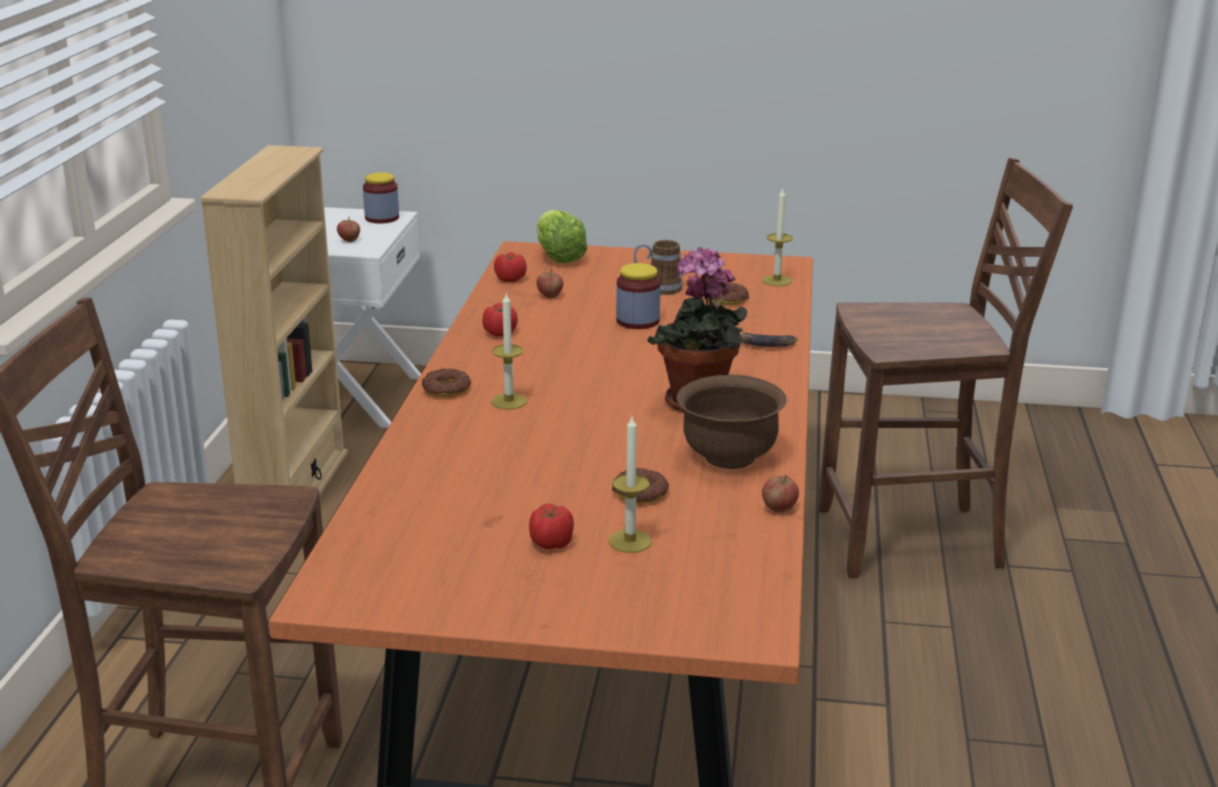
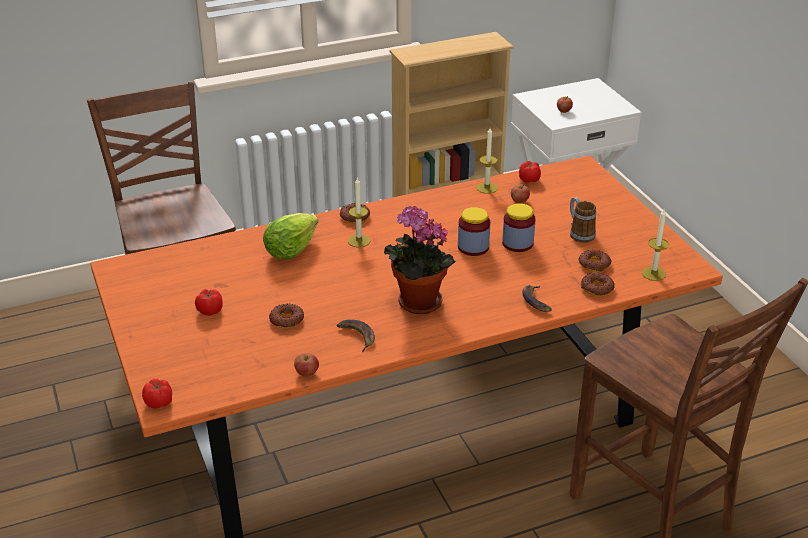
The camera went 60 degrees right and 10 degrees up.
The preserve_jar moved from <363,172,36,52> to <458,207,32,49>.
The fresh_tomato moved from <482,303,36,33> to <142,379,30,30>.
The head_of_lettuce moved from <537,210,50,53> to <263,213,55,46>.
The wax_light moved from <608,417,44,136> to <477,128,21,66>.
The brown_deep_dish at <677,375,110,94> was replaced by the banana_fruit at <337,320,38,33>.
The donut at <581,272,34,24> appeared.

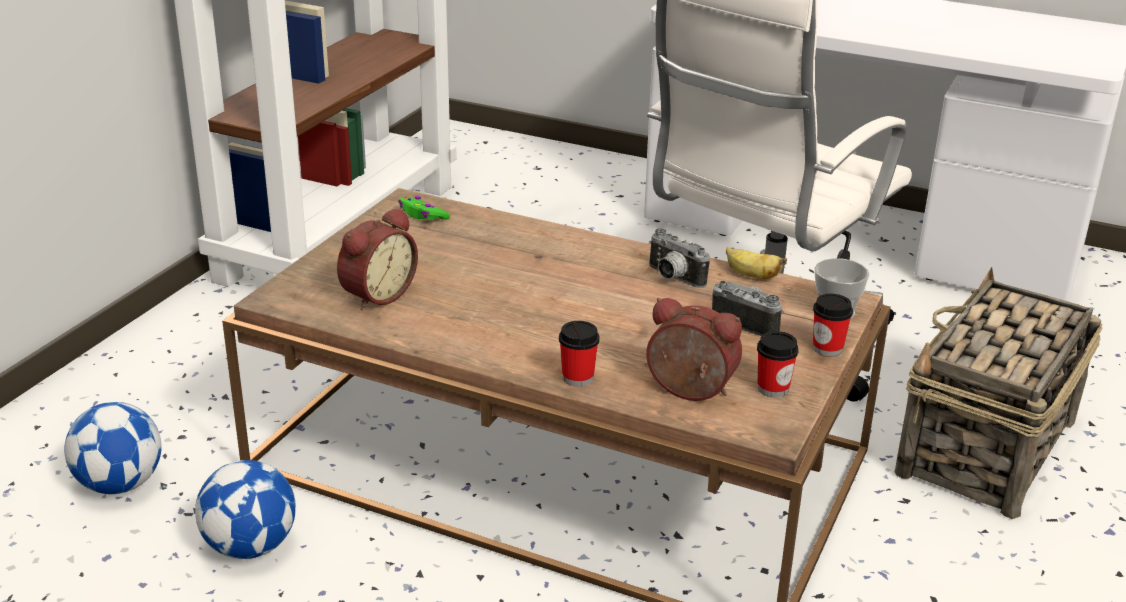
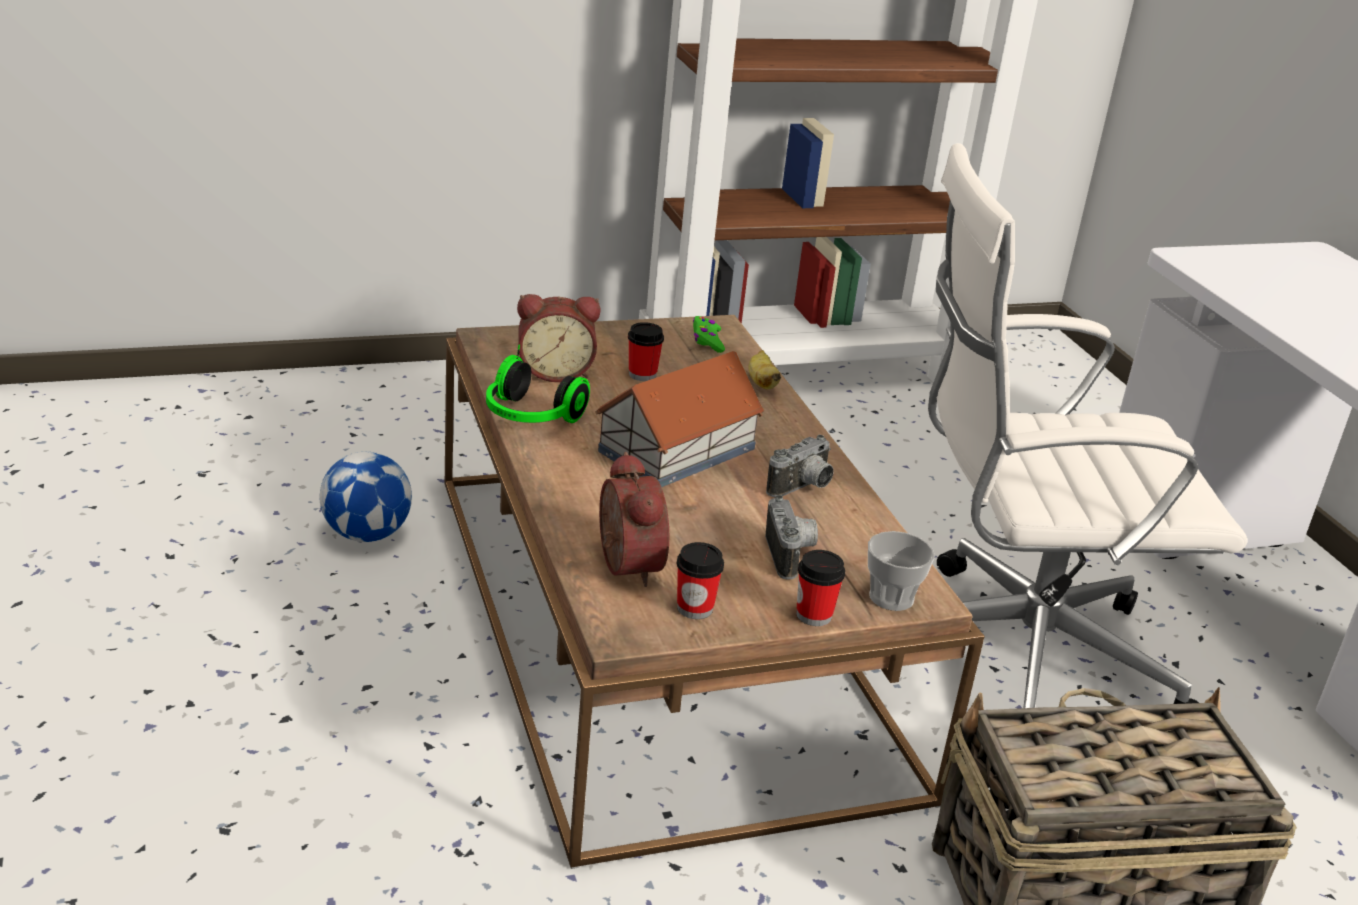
The camera went 45 degrees right and 0 degrees up.
The football at <64,402,98,92> disappeared.
The small_cup moved from <559,321,41,66> to <628,322,36,59>.
The still_camera at <649,228,61,60> turned 135 degrees counterclockwise.
The banana_fruit moved from <726,247,61,32> to <749,350,32,40>.
The headset at <486,344,104,79> appeared.
The toy_house at <595,351,170,137> appeared.

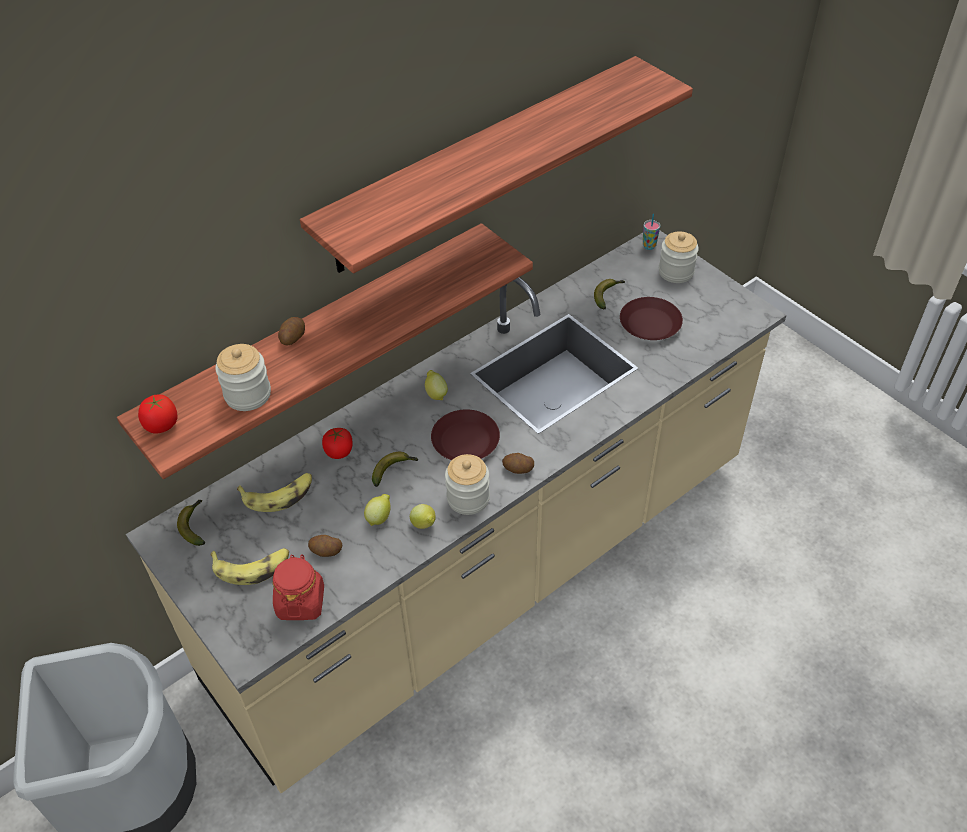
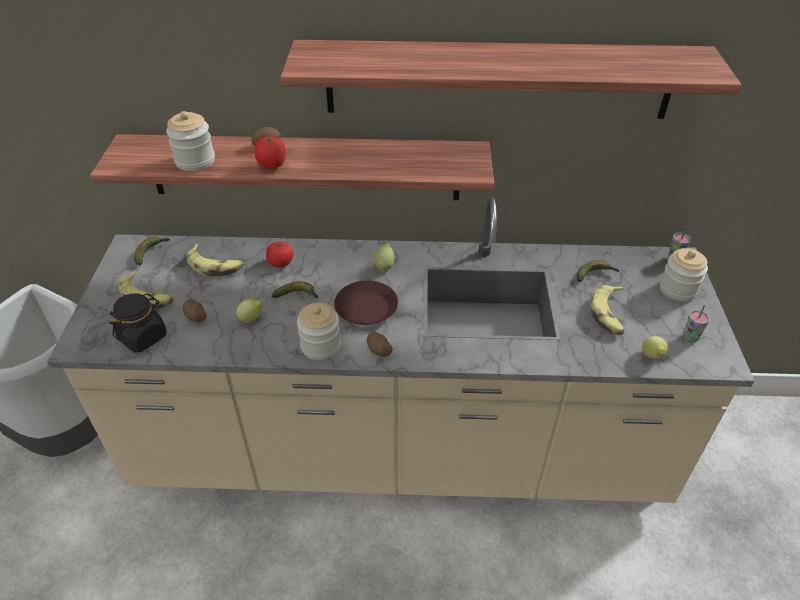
The camera went 40 degrees right and 5 degrees down.
The fresh_tomato moved from <138,395,40,39> to <255,136,31,33>.
The red_preserve_jar at <273,554,51,66> became the blackish_preserve_jar at <109,293,58,59>.
The whole_lemon moved from <410,504,26,25> to <642,336,26,23>.
The brown_flat_dish at <620,297,63,43> was replaced by the banana_fruit at <591,285,33,50>.
The small_cup at <683,305,27,38> appeared.

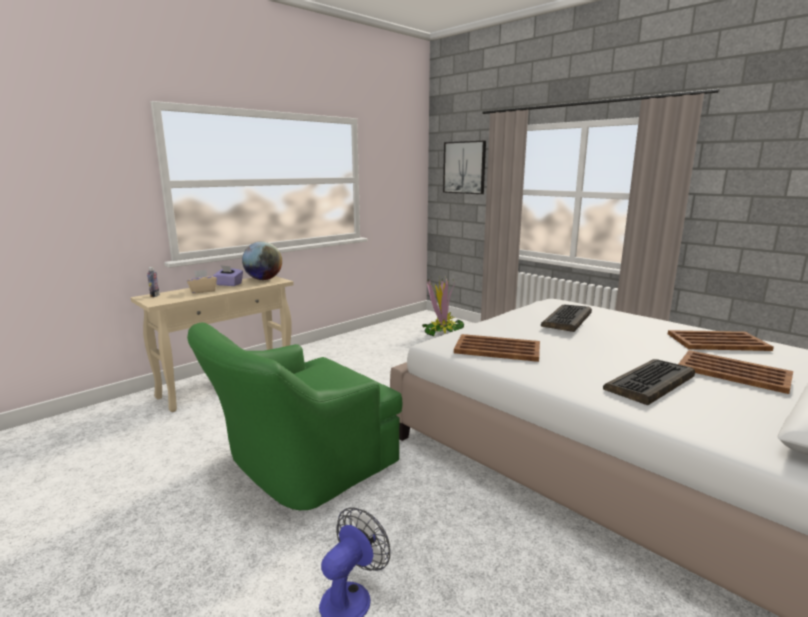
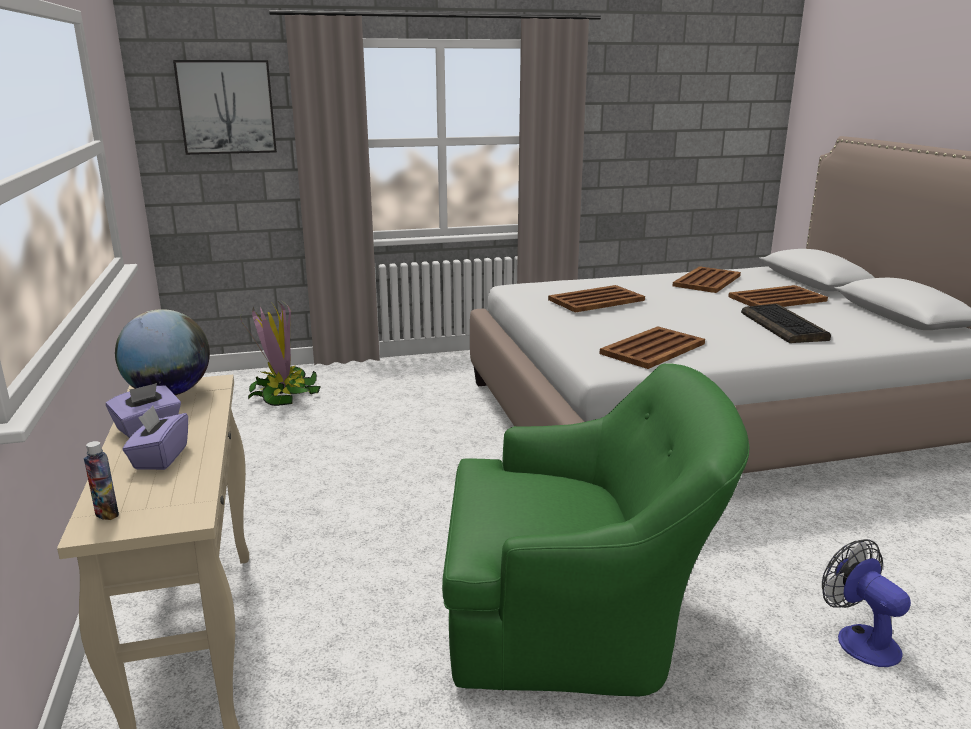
The camera went 60 degrees left and 5 degrees up.
The beige_box_of_tissues at <187,270,30,23> became the purplish_box_of_tissues at <123,406,65,64>.
The green-coloured_lounge_chair at <187,323,215,187> turned 75 degrees counterclockwise.
The PC_keyboard at <541,304,51,28> was replaced by the brown_tray at <548,285,97,28>.

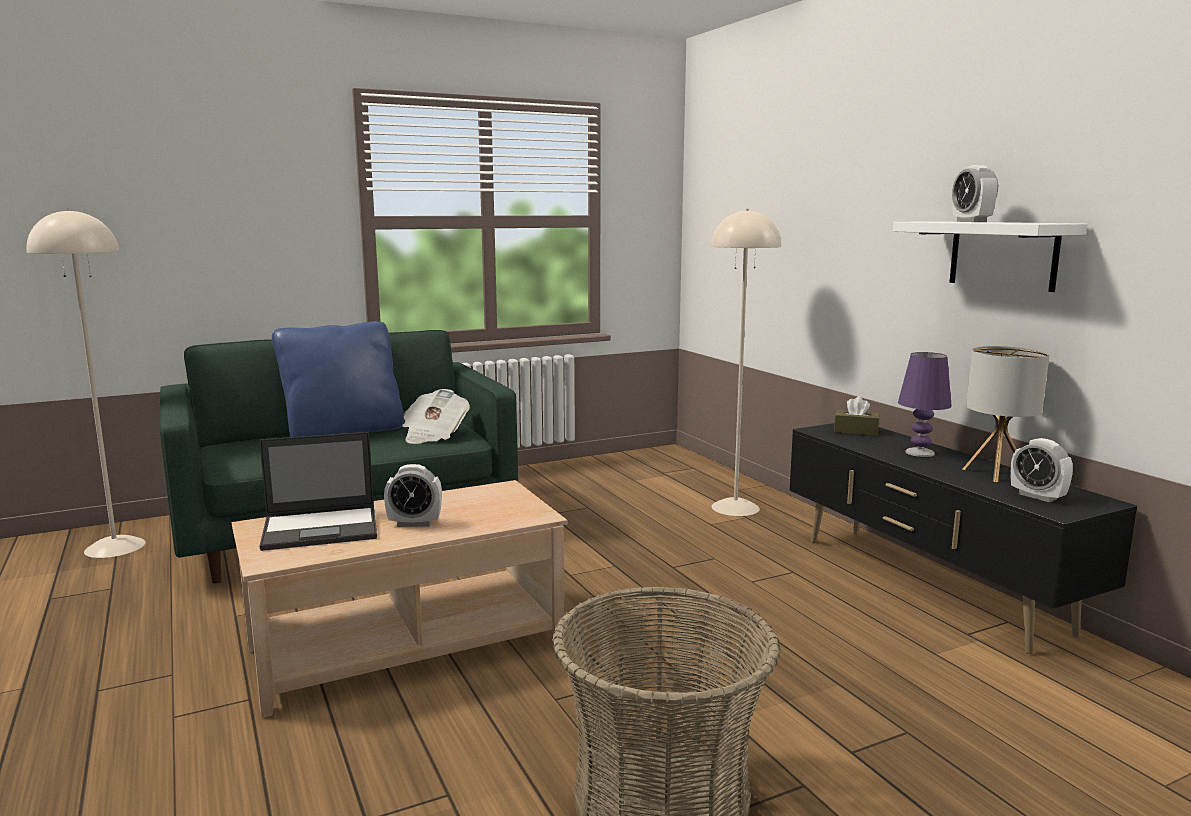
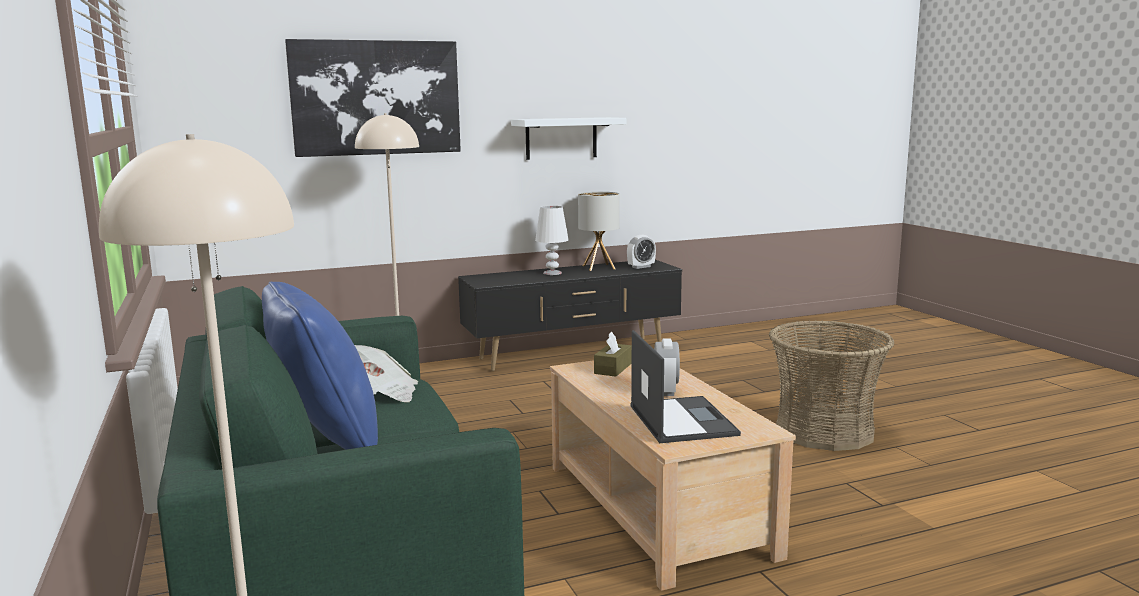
The camera went 85 degrees left and 0 degrees up.
The brown_box_of_tissues moved from <834,396,45,40> to <594,331,38,46>.
The purplish_tabletop_lamp at <898,352,54,105> became the whitish_tabletop_lamp at <535,206,34,69>.
The alarm_clock at <952,165,46,57> disappeared.
The picture at <285,39,176,118> appeared.

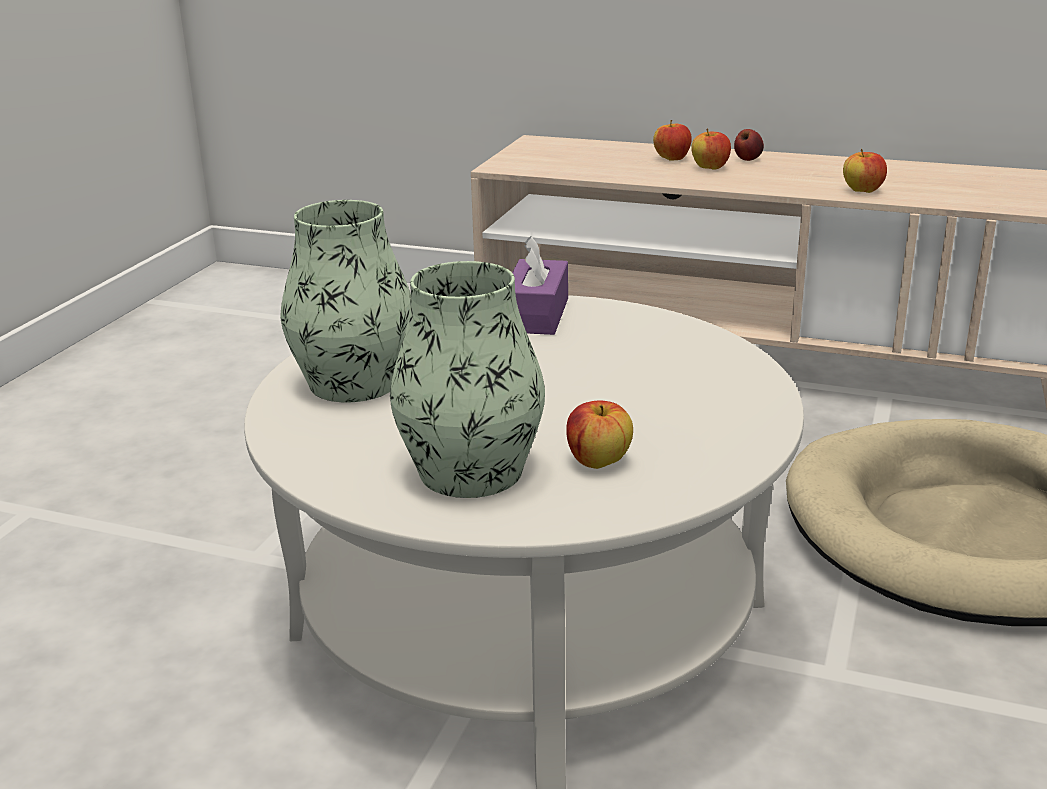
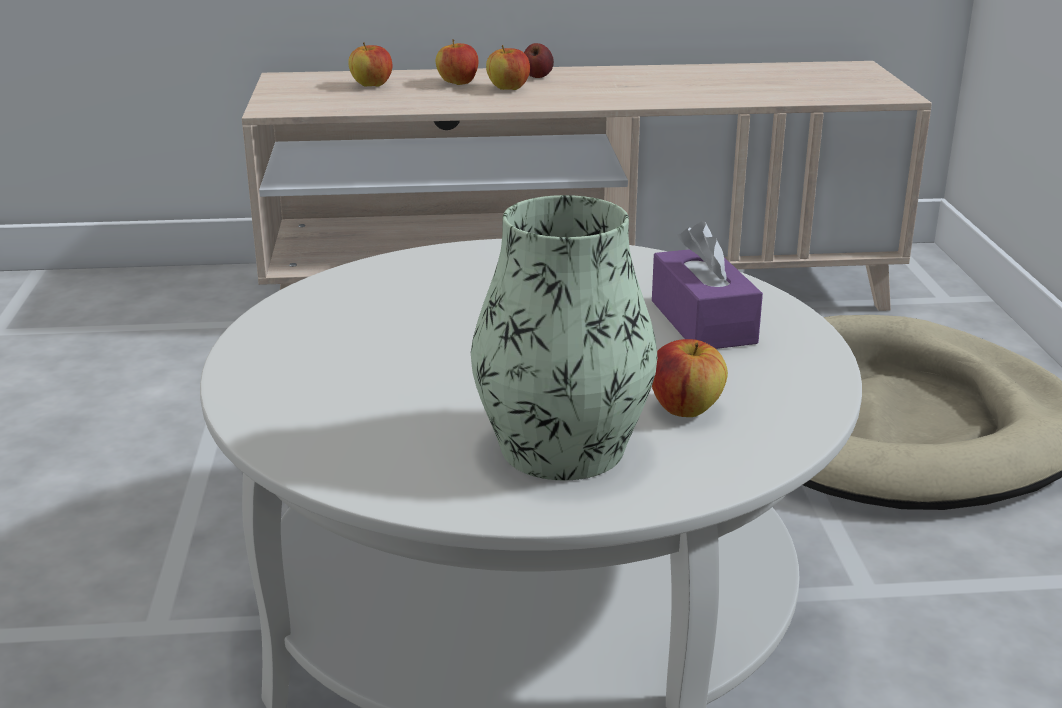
The camera went 25 degrees left and 0 degrees up.
The flower_vase at <280,200,131,202> disappeared.
The purplish_box_of_tissues moved from <512,236,56,99> to <652,221,111,128>.
The apple_fruit moved from <843,149,44,44> to <348,42,44,45>.

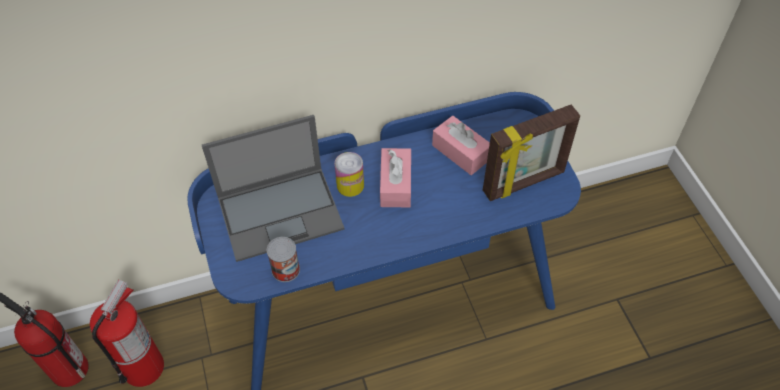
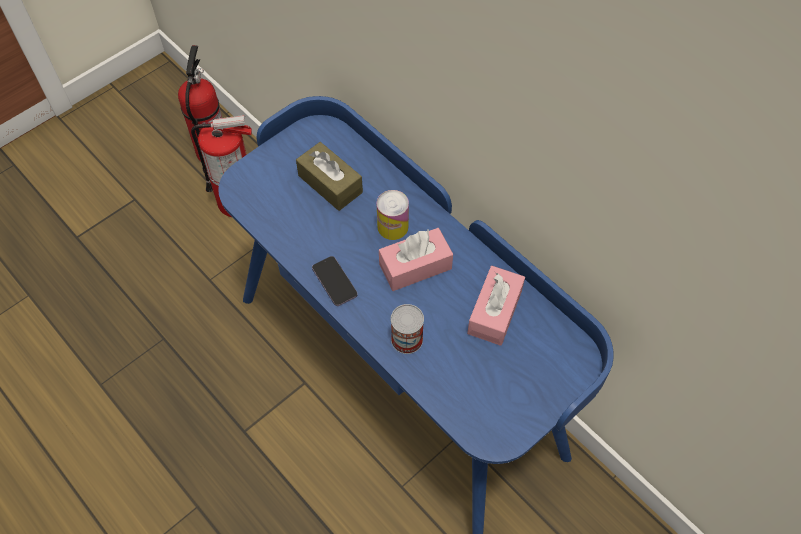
The camera went 65 degrees right and 5 degrees up.
The portable_computer at <202,115,143,147> was replaced by the brown_box_of_tissues at <296,142,67,69>.
The can moved from <267,237,33,45> to <391,304,33,50>.
The photo_frame at <483,105,97,96> disappeared.
The telephone at <312,256,46,50> appeared.

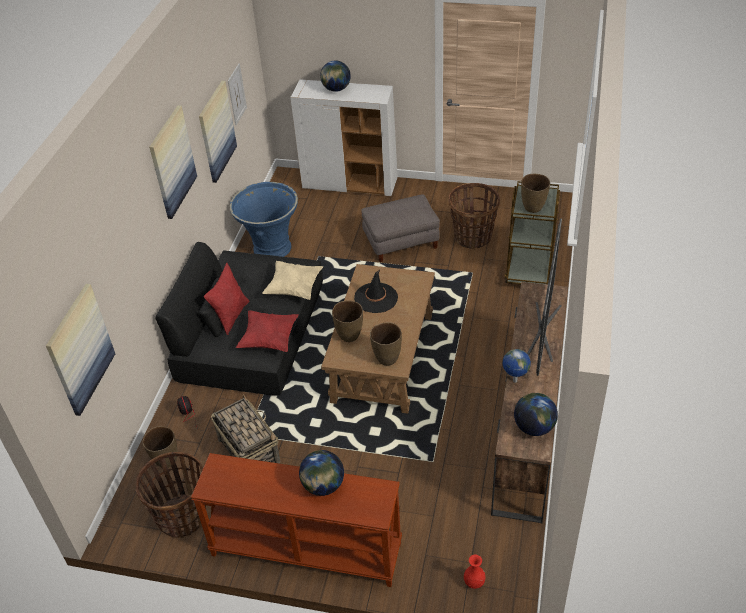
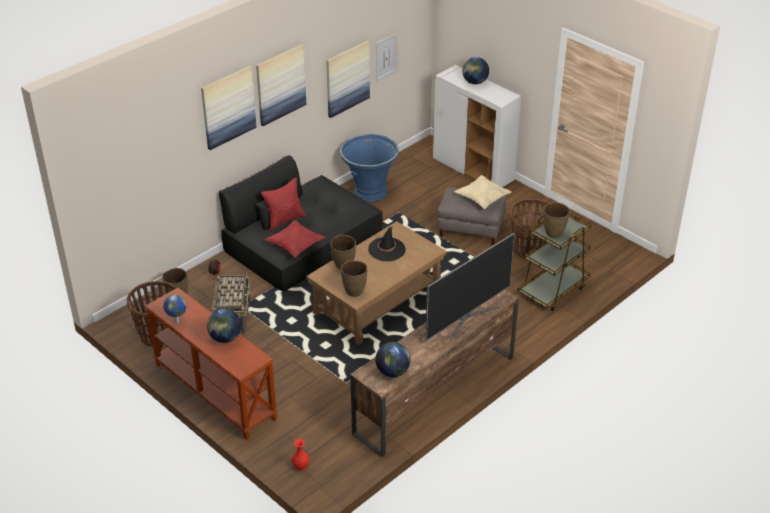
The camera went 30 degrees right and 5 degrees down.
The picture moved from <46,284,69,132> to <201,66,55,84>.
The beige_pillow moved from <262,261,61,39> to <454,175,58,34>.
The globe moved from <503,349,28,34> to <163,294,23,29>.

